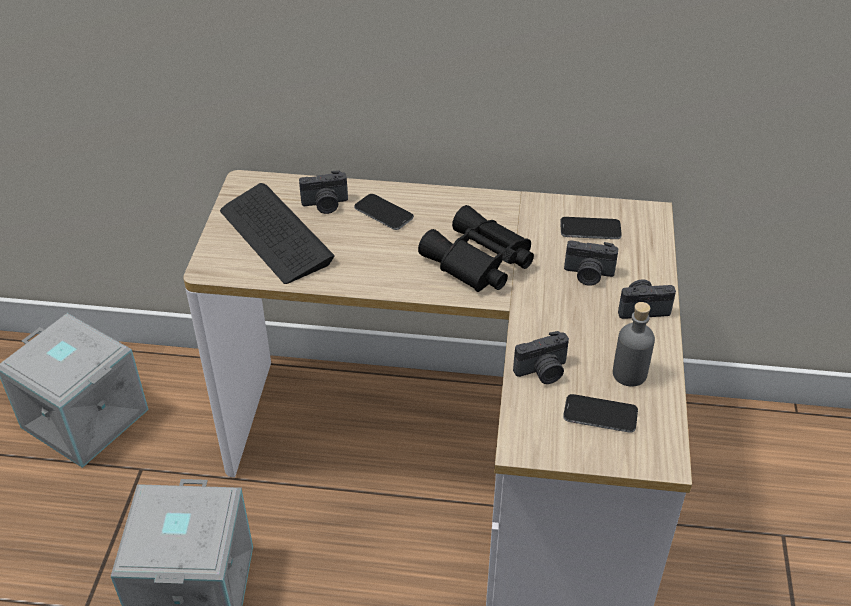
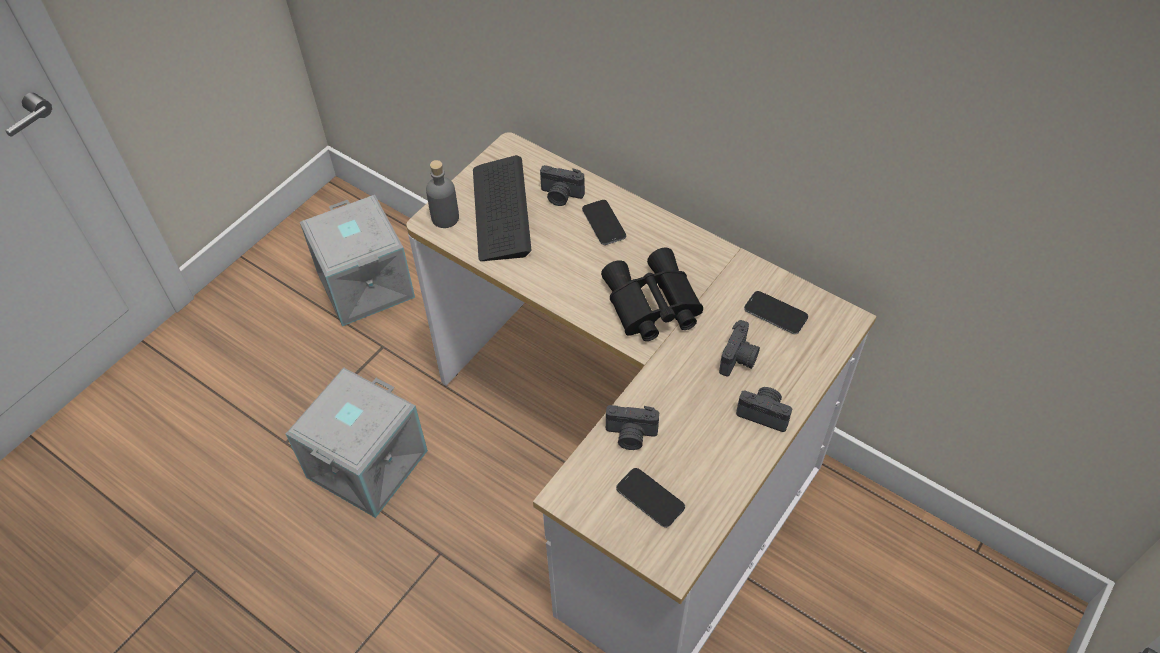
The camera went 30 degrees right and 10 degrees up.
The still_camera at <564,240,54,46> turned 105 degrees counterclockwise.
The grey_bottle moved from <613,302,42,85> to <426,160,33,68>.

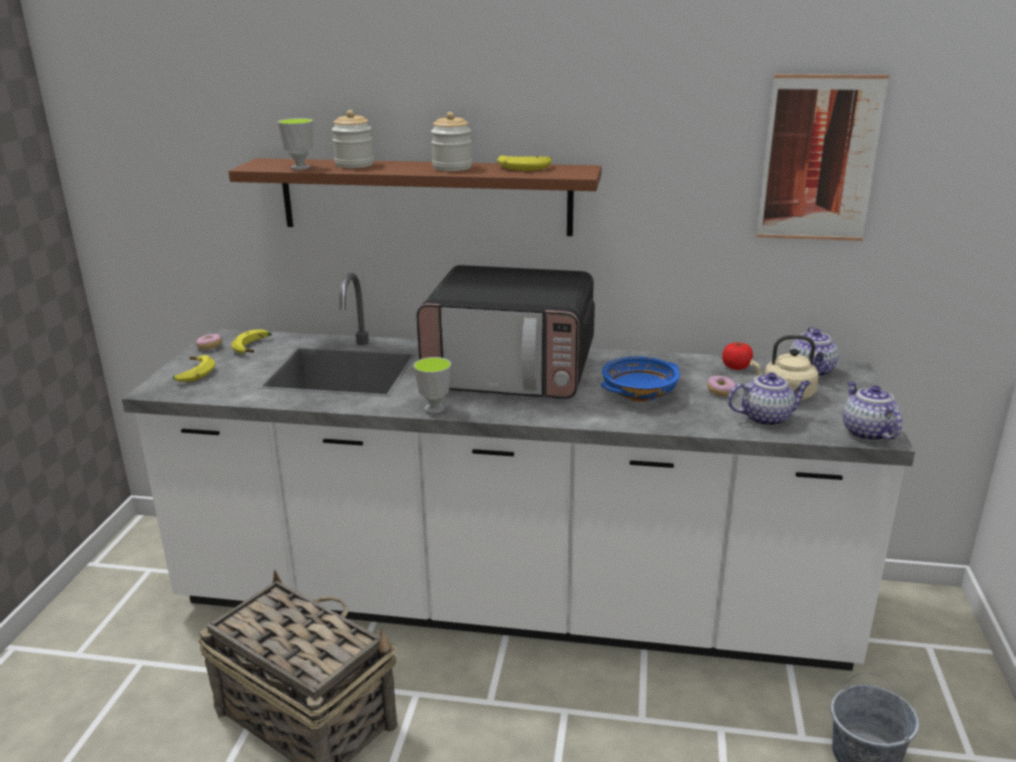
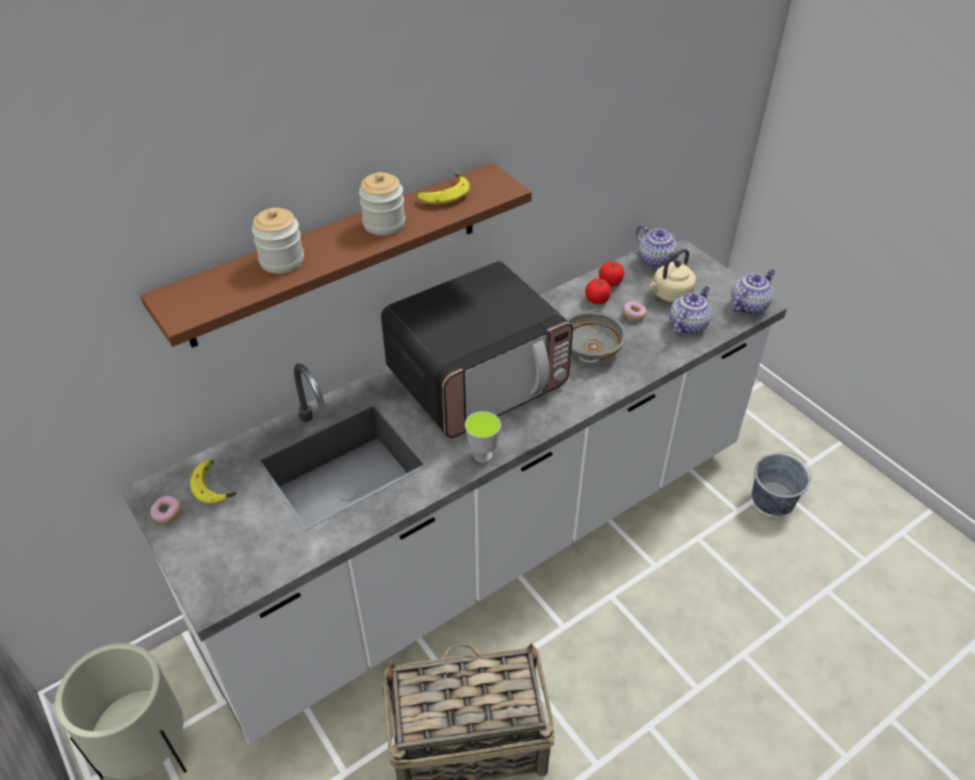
The camera went 45 degrees left and 20 degrees up.
The banana_fruit at <173,355,42,27> disappeared.
The small_cup at <277,118,36,52> disappeared.
The blue_deep_dish at <601,357,79,45> became the grey_deep_dish at <566,309,61,55>.
The picture at <756,74,133,167> disappeared.
The pot_for_tea at <843,381,59,60> turned 105 degrees clockwise.
The beige_planter at <55,643,132,136> appeared.
The fresh_tomato at <585,278,26,26> appeared.

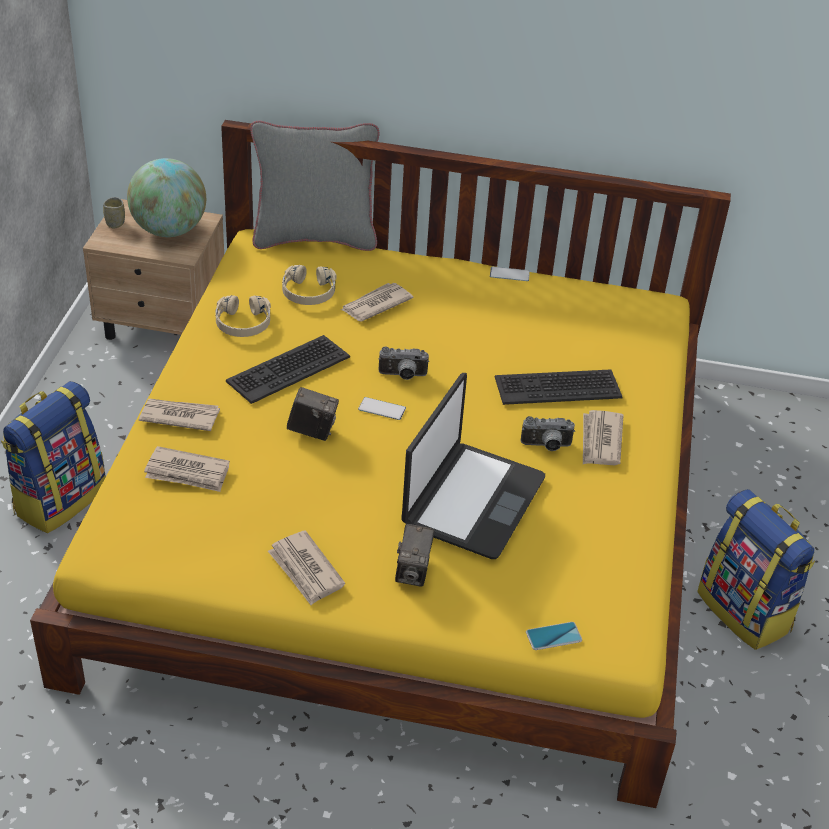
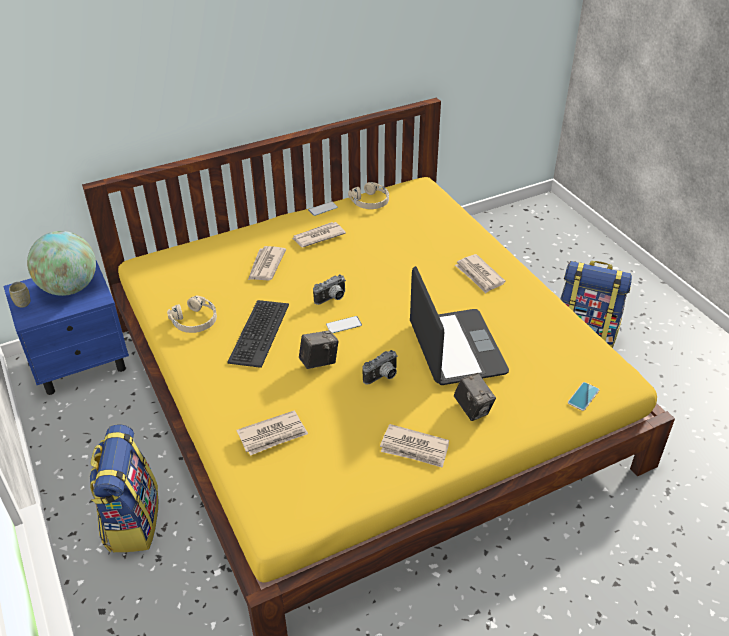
The camera went 35 degrees left and 0 degrees up.
The beige_nightstand at <83,199,141,141> became the blue_nightstand at <3,260,126,135>.
The printed_paper moved from <139,399,81,32> to <292,222,54,25>.
The grey_pillow at <250,121,129,130> disappeared.
The beige_headset moved from <282,265,55,40> to <348,182,41,27>.
The PC_keyboard at <495,369,128,36> disappeared.
The still_camera moved from <521,416,54,35> to <362,350,36,35>.

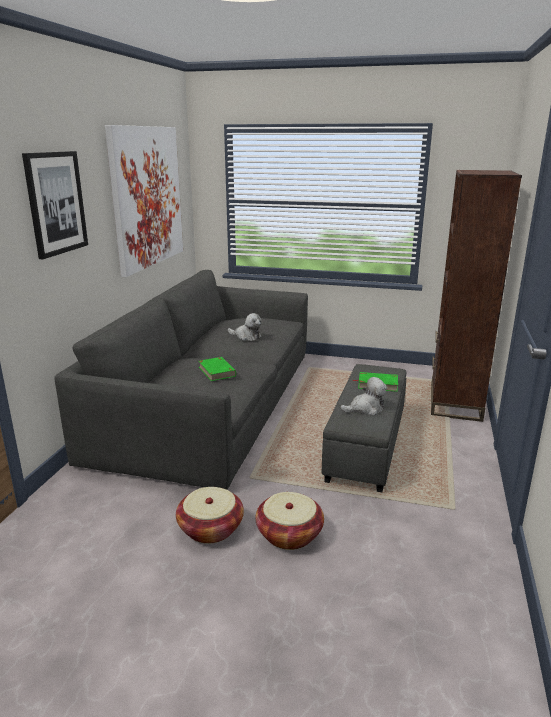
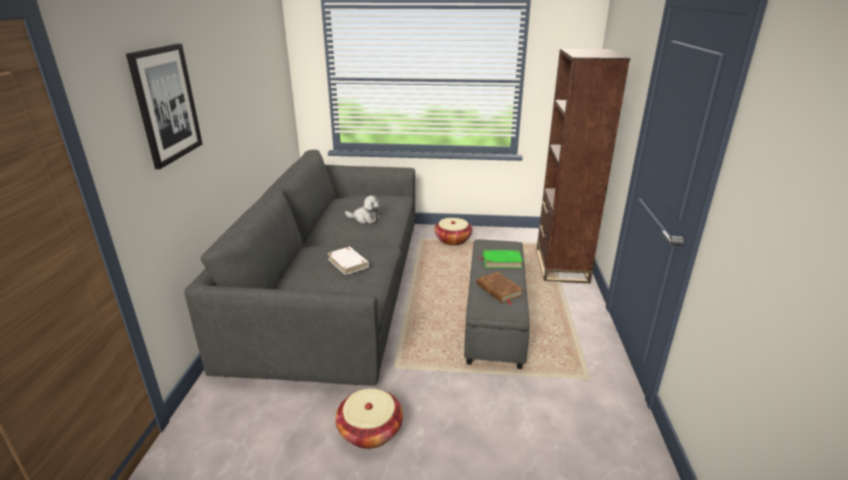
The camera went 10 degrees left and 5 degrees up.
The picture at <105,125,78,152> disappeared.
The green-coloured_bound_book at <199,357,37,24> became the whitish_bound_book at <327,246,42,29>.
The storage_basket moved from <255,492,69,58> to <434,218,38,28>.
The plush_toy at <340,377,47,38> was replaced by the brown_bound_book at <477,272,46,33>.

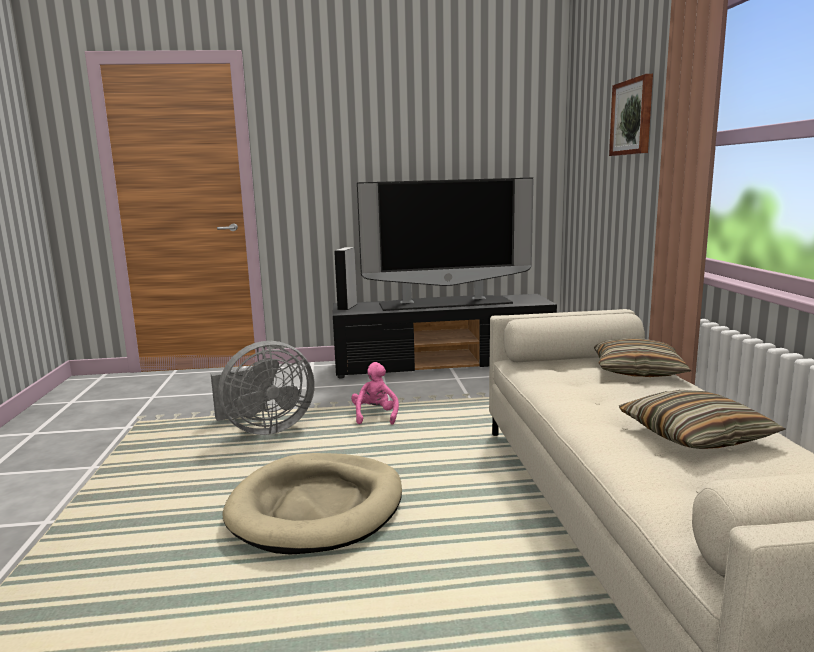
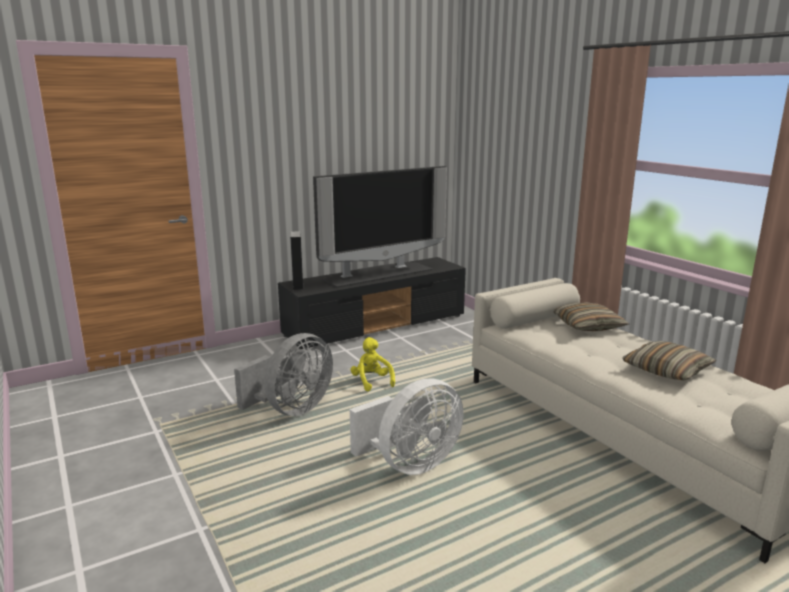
The camera went 25 degrees left and 5 degrees up.
The beige_dog_cushion at <223,453,179,101> was replaced by the whitish_electric_fan at <350,379,114,96>.
The pink_plush_toy at <351,362,48,62> became the yellowish_plush_toy at <351,337,44,55>.
The picture at <609,74,44,82> disappeared.

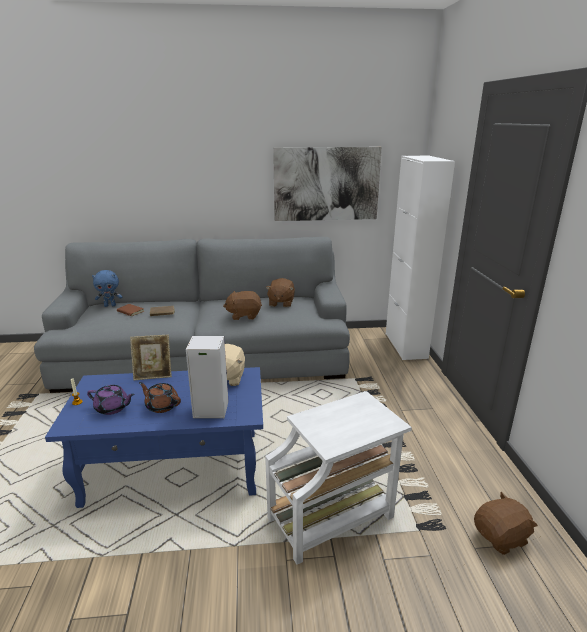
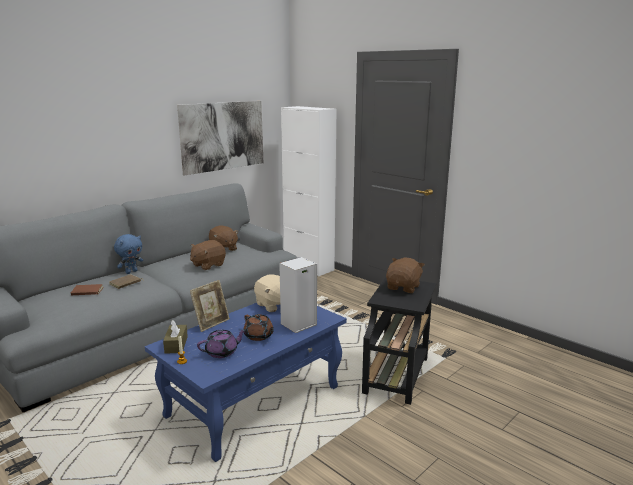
The camera went 40 degrees left and 5 degrees down.
The blue_plush_toy moved from <92,270,30,37> to <114,234,29,40>.
The brown_pot_for_tea at <139,382,42,31> turned 120 degrees counterclockwise.
The whitish_side_table at <265,391,147,174> became the blackish_side_table at <362,277,75,128>.
The brown_plush_toy moved from <474,492,64,63> to <386,258,39,35>.
The brown_box_of_tissues at <163,320,25,34> appeared.

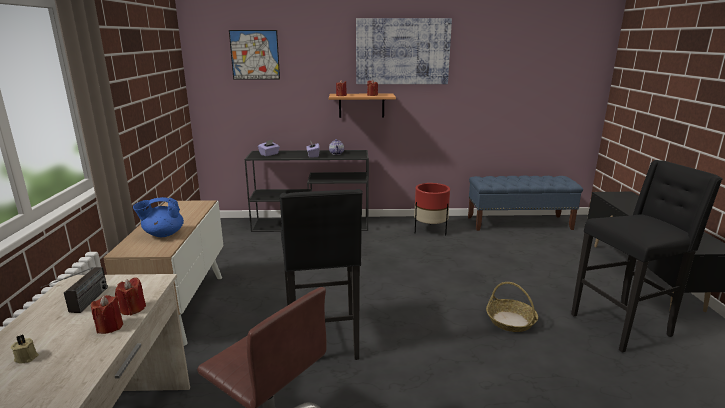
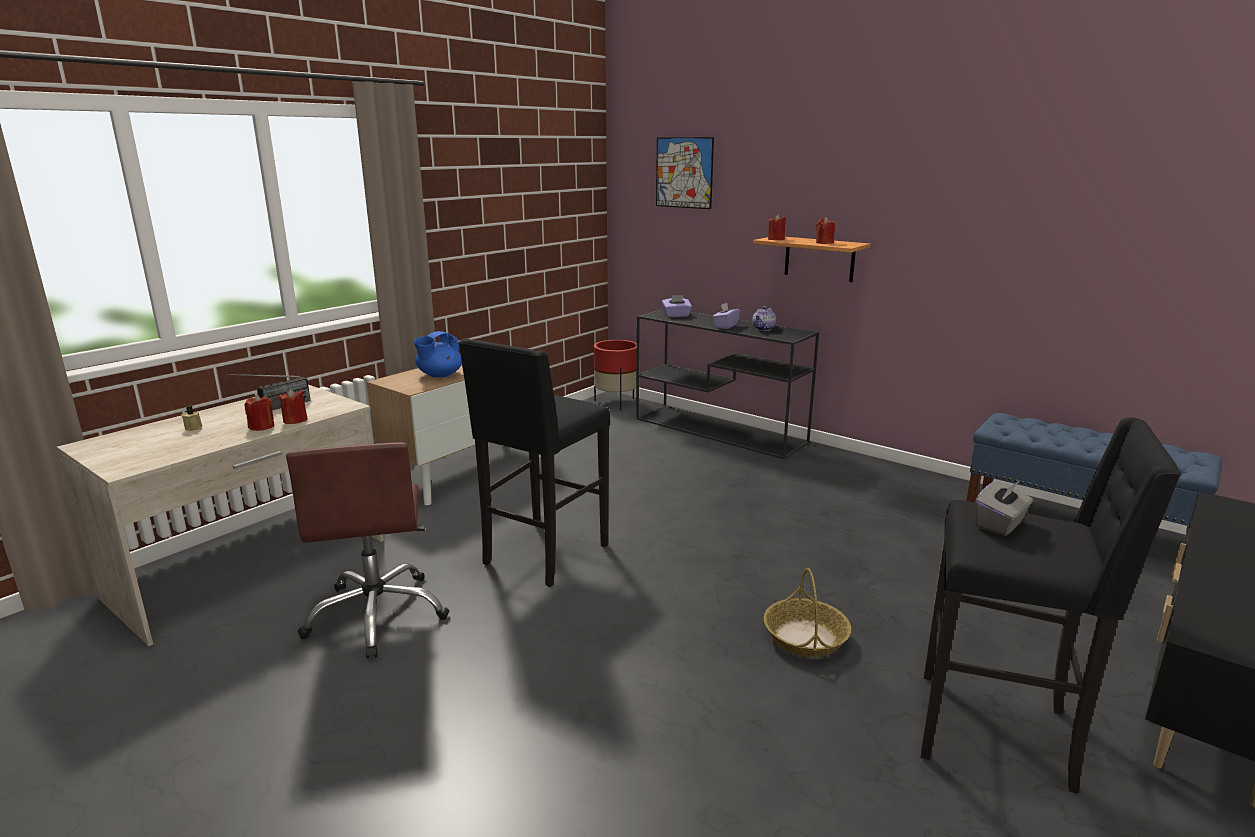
The camera went 40 degrees right and 0 degrees up.
The blue_pot_for_tea at <133,197,51,40> turned 75 degrees counterclockwise.
The picture at <356,18,96,66> disappeared.
The red_planter moved from <414,183,36,52> to <594,340,43,71>.
The grey_box_of_tissues at <974,480,59,56> appeared.

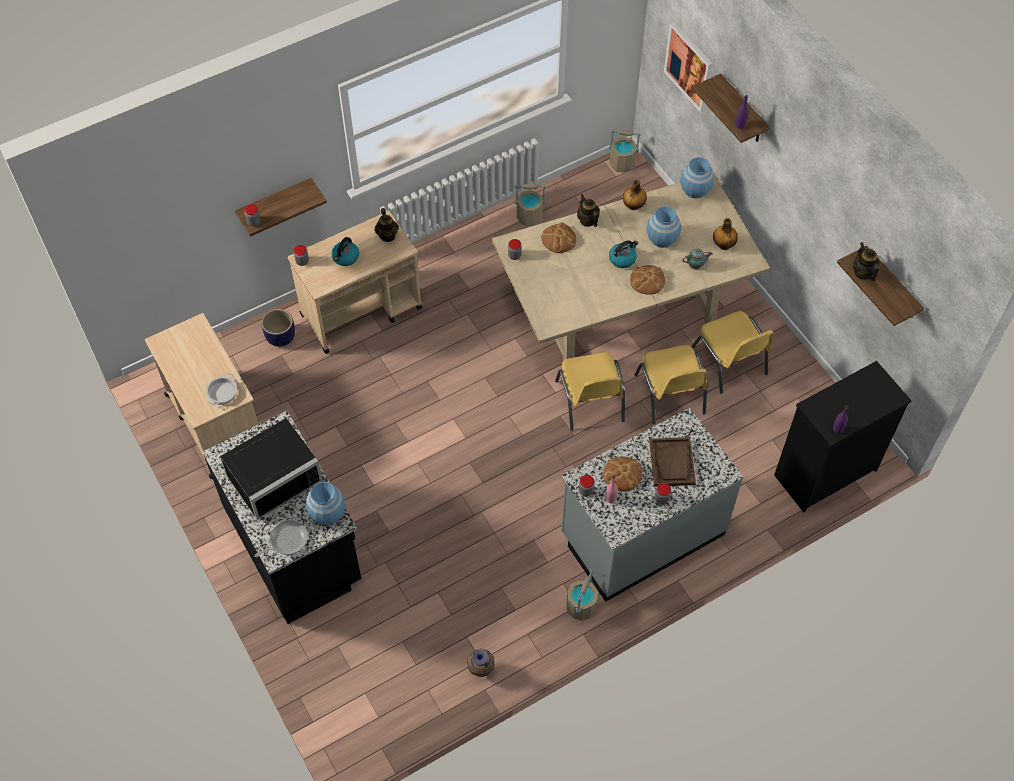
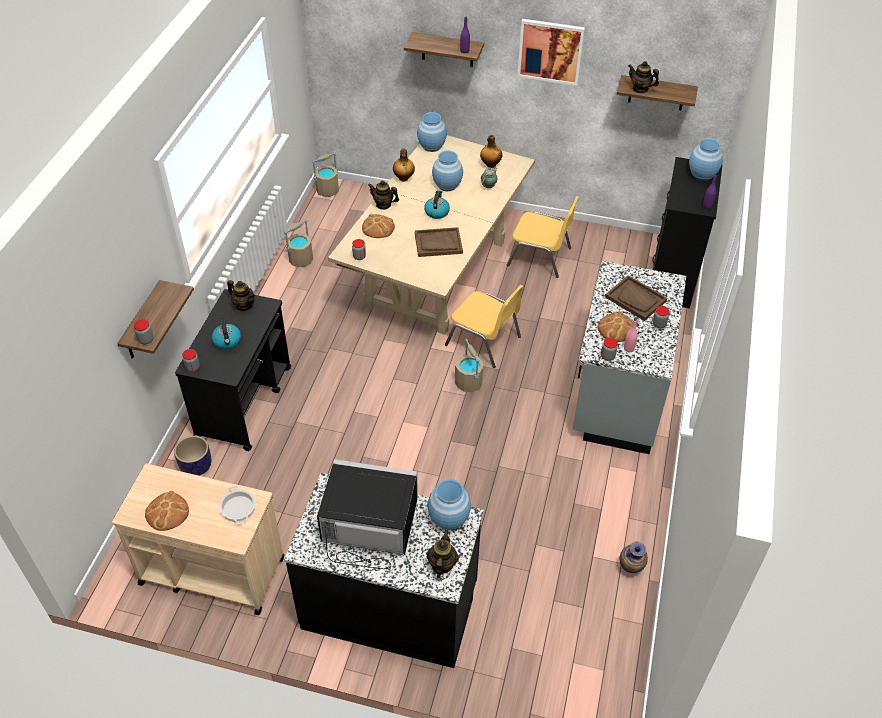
The camera went 45 degrees left and 10 degrees down.
The blackish_microwave_oven at <220,418,103,102> turned 90 degrees counterclockwise.
The pan at <255,520,53,37> was replaced by the pot_for_tea at <427,530,31,48>.
The beige_wheeled_cart at <288,211,134,143> became the blackish_wheeled_cart at <175,289,116,162>.
The beige_bucket moved from <566,570,32,51> to <455,339,28,53>.
The bakery_bread moved from <630,265,35,30> to <145,491,44,40>.
The yellowish_upright_chair at <634,345,73,79> disappeared.
The picture moved from <664,22,49,91> to <517,19,68,67>.
The brown_tray at <415,227,48,30> appeared.
The blue_flower_vase at <689,138,34,43> appeared.

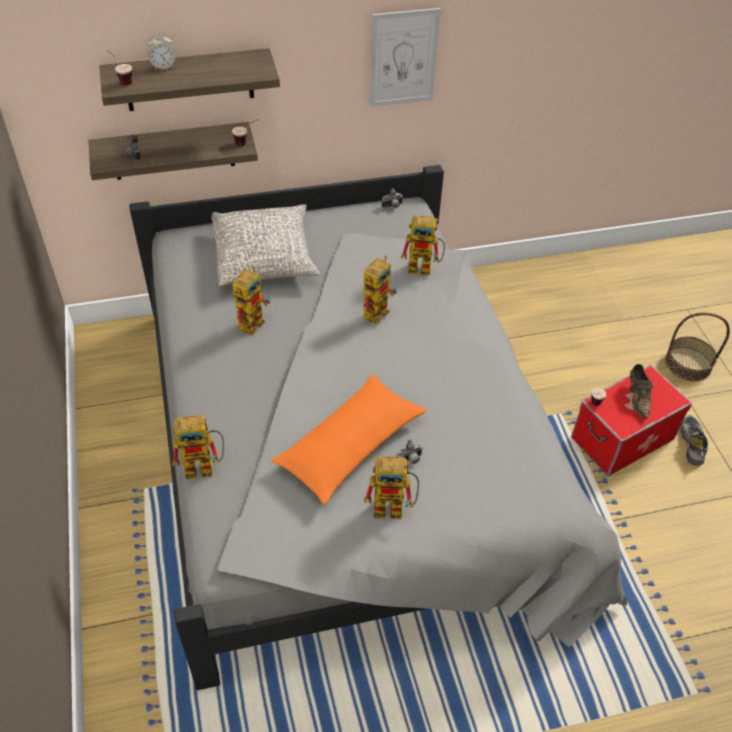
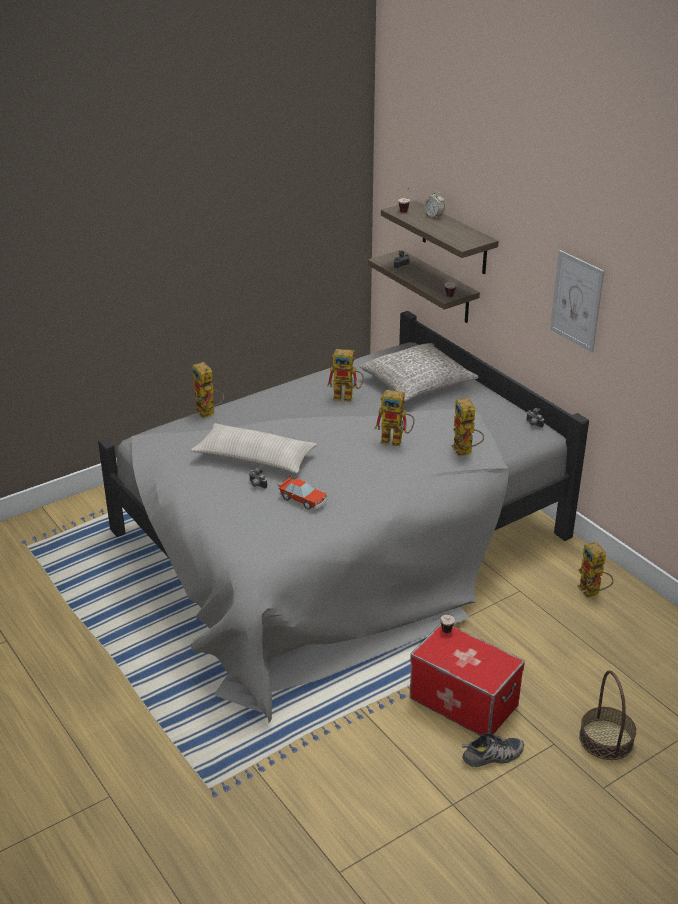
The camera went 70 degrees right and 15 degrees down.
The orange-coloured_pillow at <271,374,155,130> became the beige_pillow at <191,423,126,50>.
The robot_figure moved from <364,456,55,63> to <577,542,37,56>.
The brown_item_of_footwear at <630,364,24,54> disappeared.
The model_car at <278,475,49,34> appeared.

